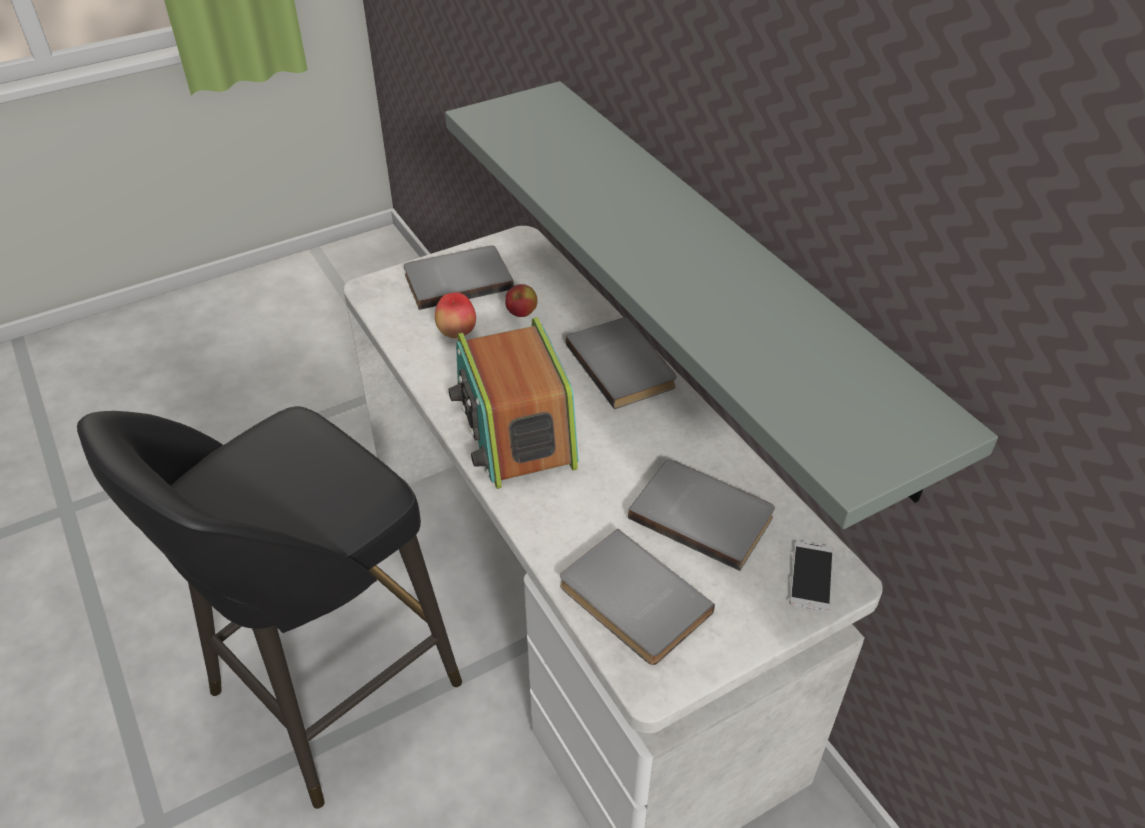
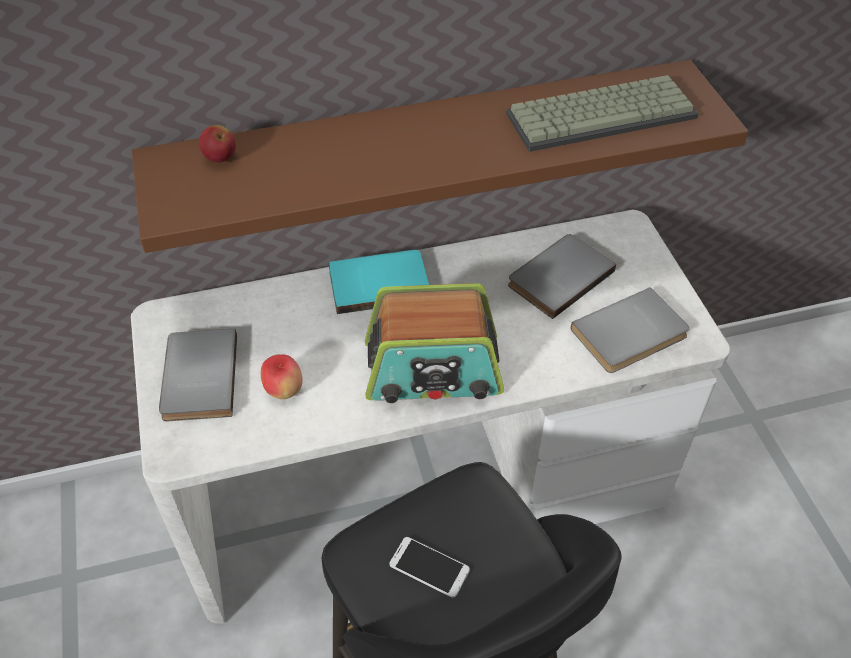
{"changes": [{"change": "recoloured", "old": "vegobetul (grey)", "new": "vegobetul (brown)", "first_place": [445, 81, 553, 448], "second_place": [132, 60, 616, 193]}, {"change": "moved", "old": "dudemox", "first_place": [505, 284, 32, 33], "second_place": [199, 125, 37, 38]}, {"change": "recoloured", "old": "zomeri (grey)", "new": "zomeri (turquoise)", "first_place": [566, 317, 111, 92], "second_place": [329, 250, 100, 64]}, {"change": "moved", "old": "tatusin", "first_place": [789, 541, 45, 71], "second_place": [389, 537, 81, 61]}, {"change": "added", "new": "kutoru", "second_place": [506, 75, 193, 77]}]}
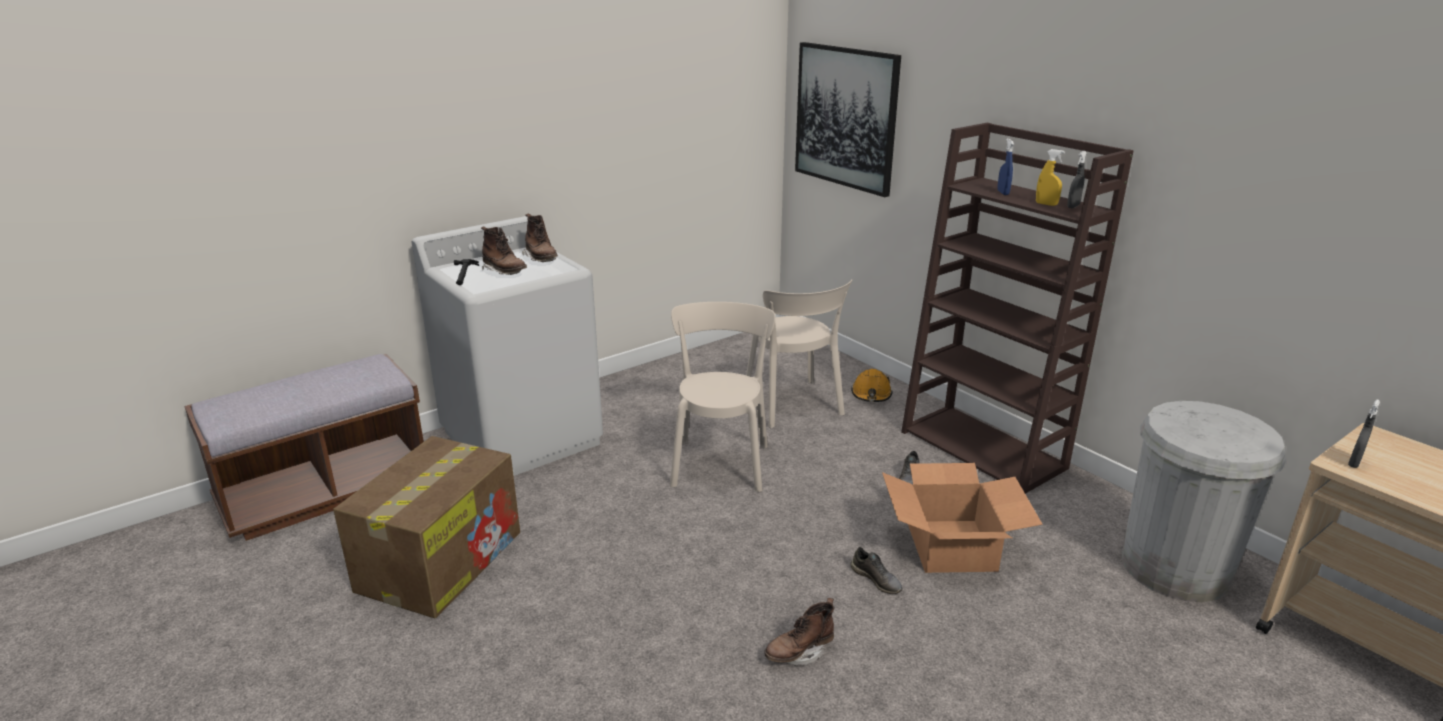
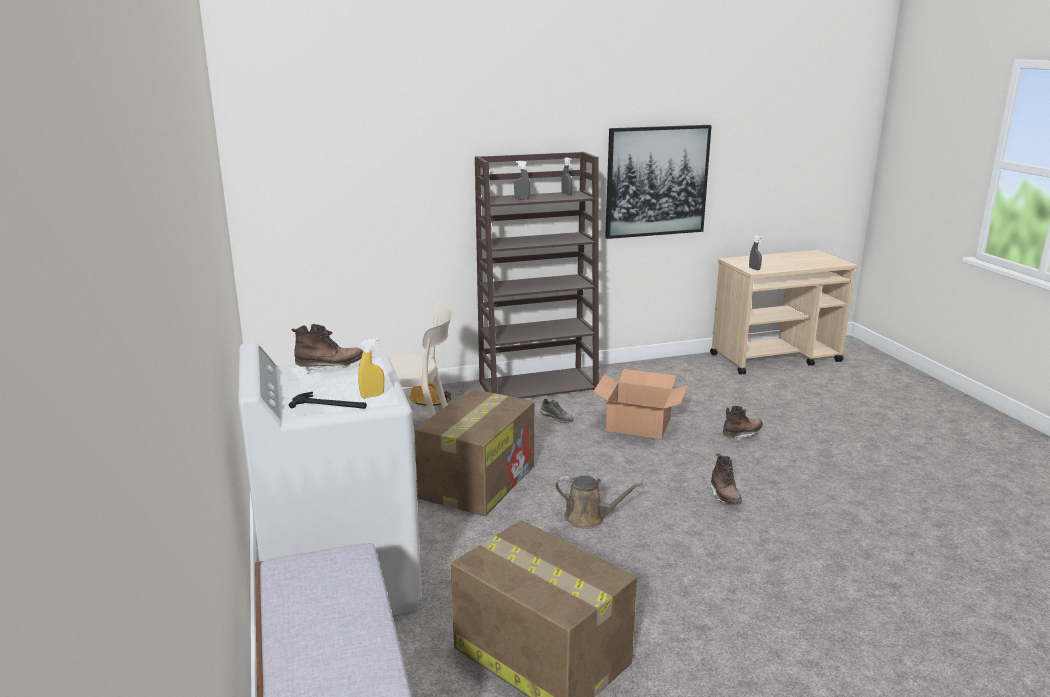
{"changes": [{"change": "moved", "old": "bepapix", "first_place": [795, 42, 106, 155], "second_place": [605, 125, 107, 114]}, {"change": "recoloured", "old": "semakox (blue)", "new": "semakox (grey)", "first_place": [997, 138, 17, 57], "second_place": [514, 161, 16, 39]}, {"change": "moved", "old": "semakox (yellow)", "first_place": [1036, 149, 29, 57], "second_place": [358, 338, 26, 60]}, {"change": "moved", "old": "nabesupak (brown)", "first_place": [481, 227, 46, 48], "second_place": [723, 406, 40, 36]}, {"change": "replaced", "old": "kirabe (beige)", "new": "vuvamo", "first_place": [670, 302, 105, 190], "second_place": [414, 389, 120, 127]}, {"change": "removed", "old": "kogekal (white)", "first_place": [1122, 401, 164, 201]}, {"change": "removed", "old": "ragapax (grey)", "first_place": [851, 547, 51, 47]}, {"change": "added", "new": "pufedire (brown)", "second_place": [555, 475, 87, 54]}]}
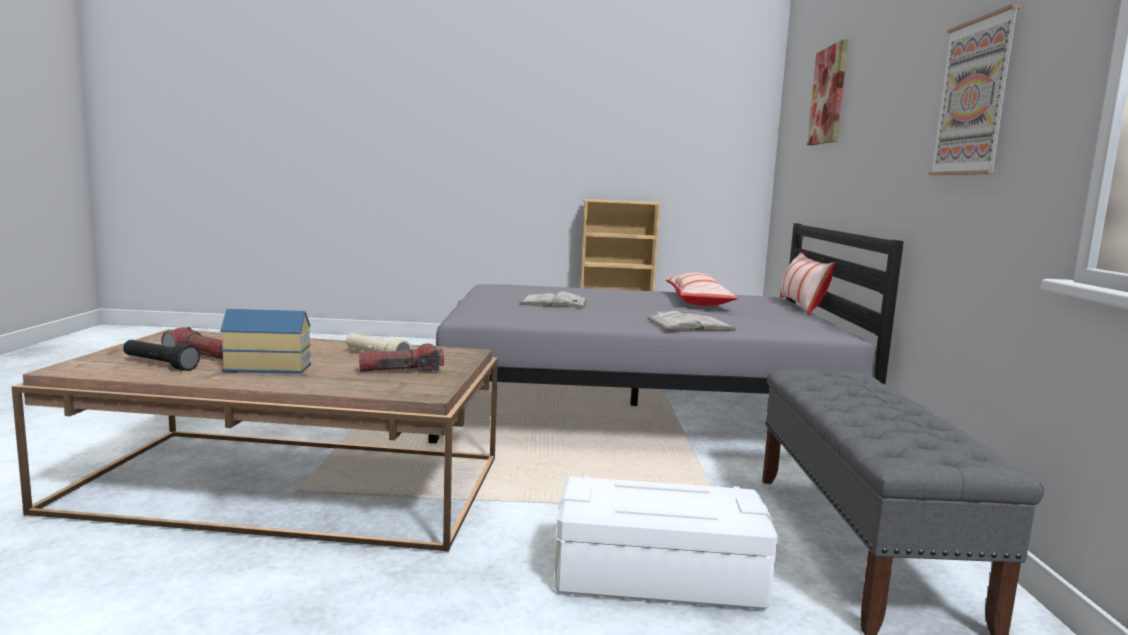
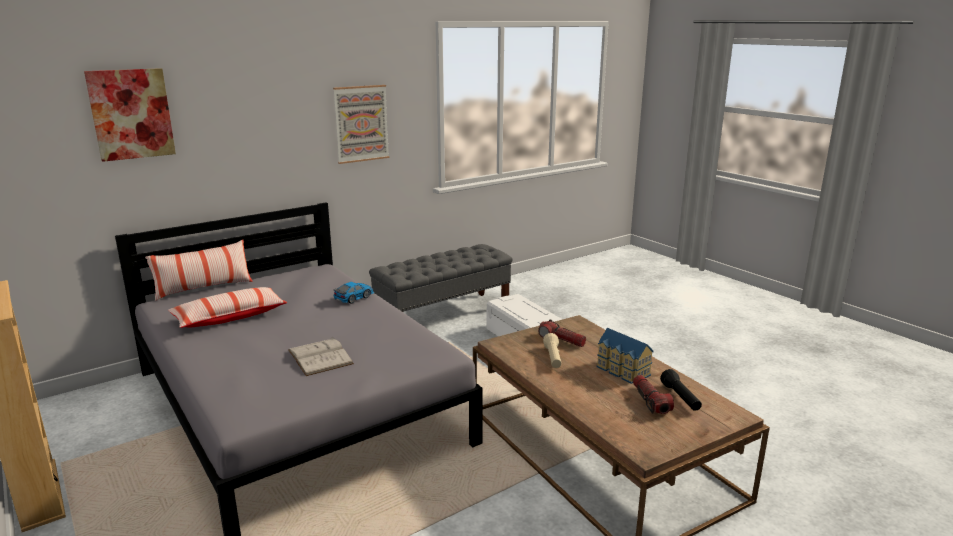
{"changes": [{"change": "replaced", "old": "zomeri (white)", "new": "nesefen", "first_place": [647, 311, 90, 20], "second_place": [333, 282, 42, 22]}]}
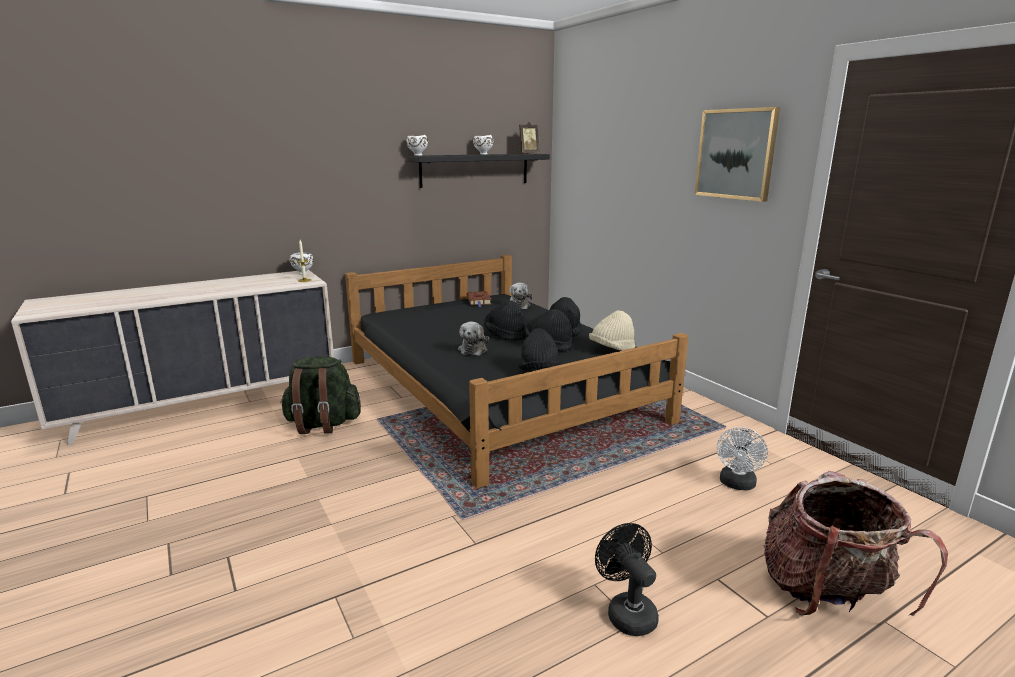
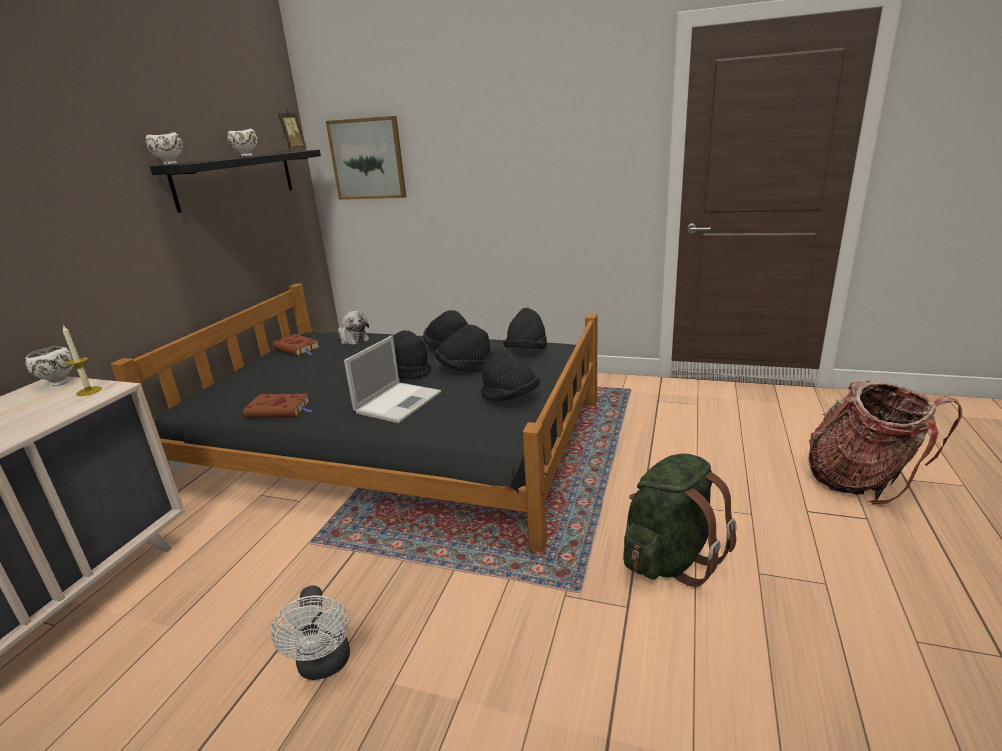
{"changes": [{"change": "moved", "old": "bepapix", "first_place": [695, 107, 85, 95], "second_place": [326, 116, 80, 84]}, {"change": "recoloured", "old": "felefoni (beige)", "new": "felefoni (black)", "first_place": [589, 310, 46, 41], "second_place": [503, 308, 44, 41]}, {"change": "replaced", "old": "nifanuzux", "new": "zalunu", "first_place": [458, 321, 31, 35], "second_place": [344, 335, 97, 88]}, {"change": "moved", "old": "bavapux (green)", "first_place": [280, 356, 81, 78], "second_place": [623, 453, 114, 134]}, {"change": "moved", "old": "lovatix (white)", "first_place": [717, 427, 51, 64], "second_place": [271, 586, 79, 94]}, {"change": "removed", "old": "lovatix (black)", "first_place": [595, 523, 64, 113]}, {"change": "added", "new": "zomeri (brown)", "second_place": [243, 394, 69, 23]}]}
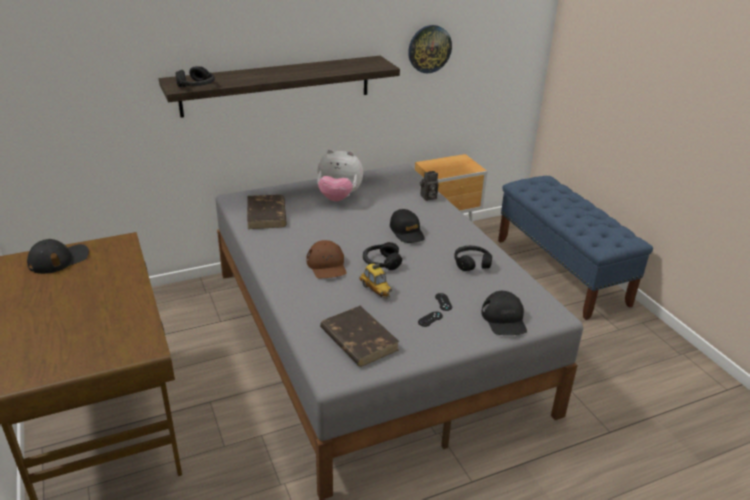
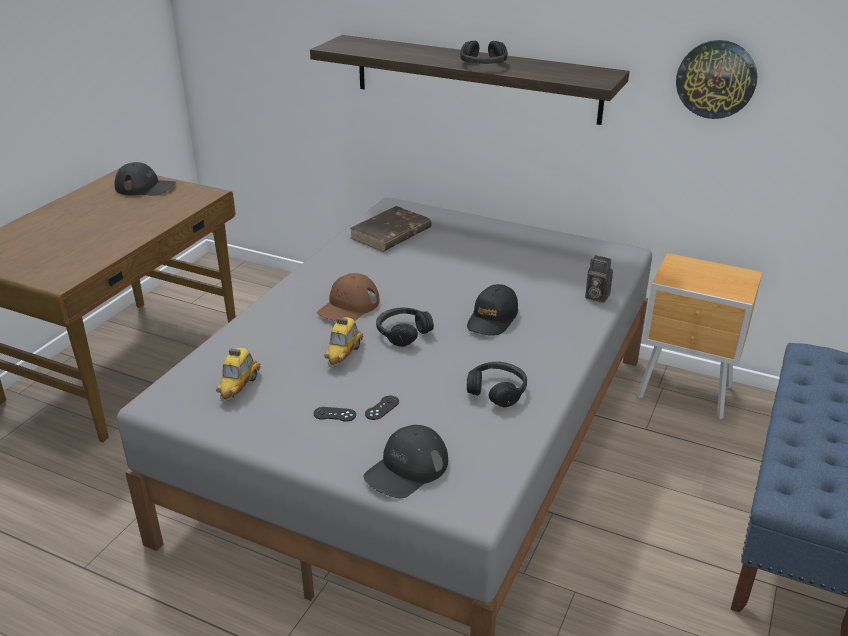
{"changes": [{"change": "moved", "old": "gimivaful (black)", "first_place": [176, 66, 39, 21], "second_place": [460, 41, 48, 23]}, {"change": "removed", "old": "nifanuzux", "first_place": [317, 149, 46, 52]}, {"change": "replaced", "old": "zomeri (brown)", "new": "nesefen", "first_place": [320, 306, 80, 61], "second_place": [216, 348, 45, 54]}]}
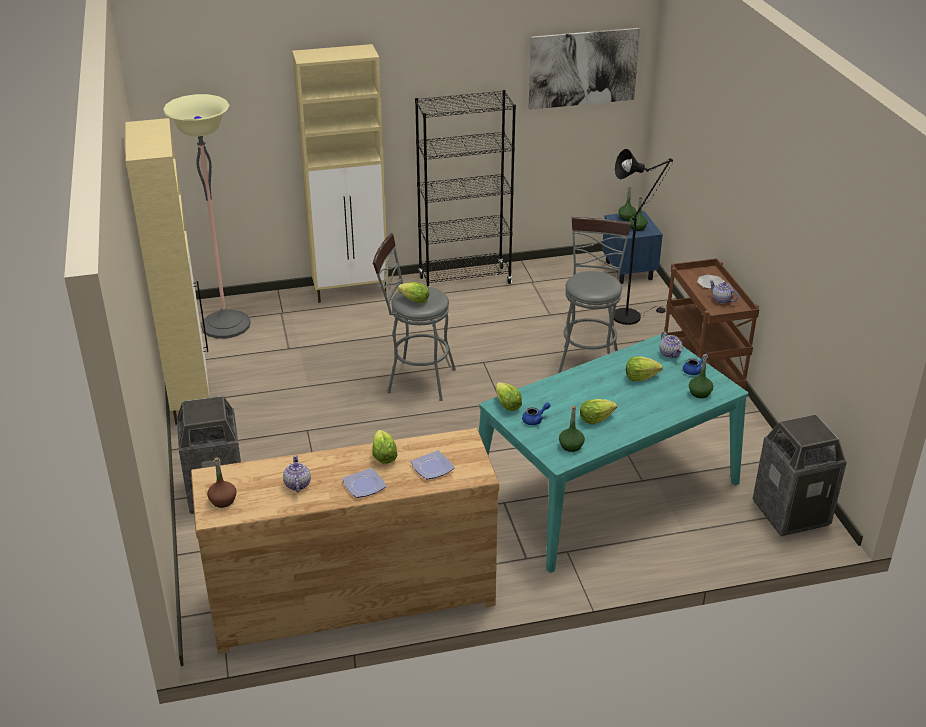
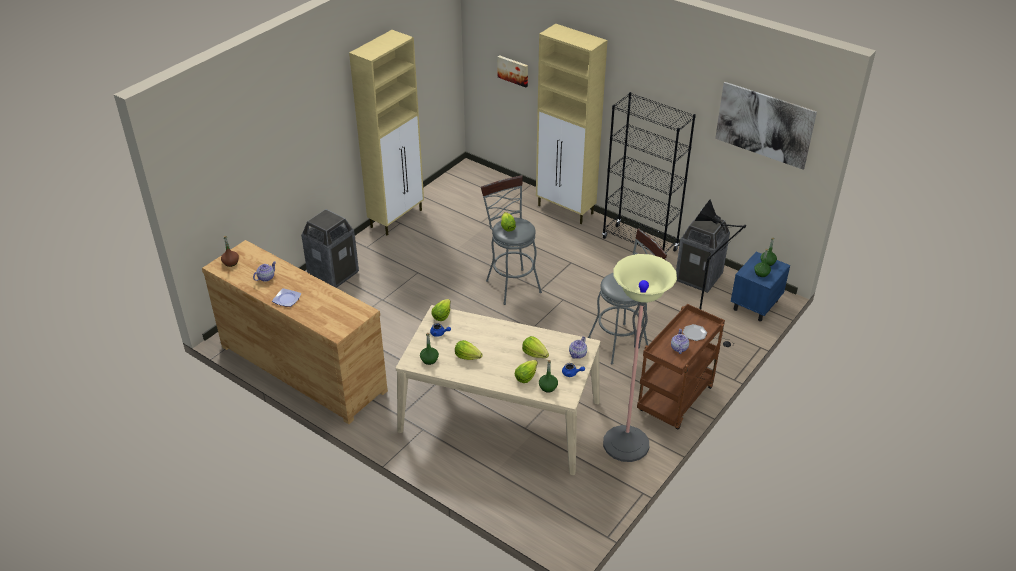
{"changes": [{"change": "moved", "old": "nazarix", "first_place": [163, 94, 88, 245], "second_place": [603, 254, 74, 208]}, {"change": "recoloured", "old": "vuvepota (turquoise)", "new": "vuvepota (beige)", "first_place": [479, 334, 269, 239], "second_place": [396, 305, 205, 170]}, {"change": "moved", "old": "kogekal", "first_place": [753, 414, 94, 122], "second_place": [676, 217, 54, 76]}, {"change": "moved", "old": "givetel", "first_place": [372, 430, 26, 34], "second_place": [515, 360, 23, 23]}, {"change": "removed", "old": "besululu", "first_place": [411, 450, 44, 30]}, {"change": "added", "new": "bepapix", "second_place": [497, 55, 31, 32]}]}
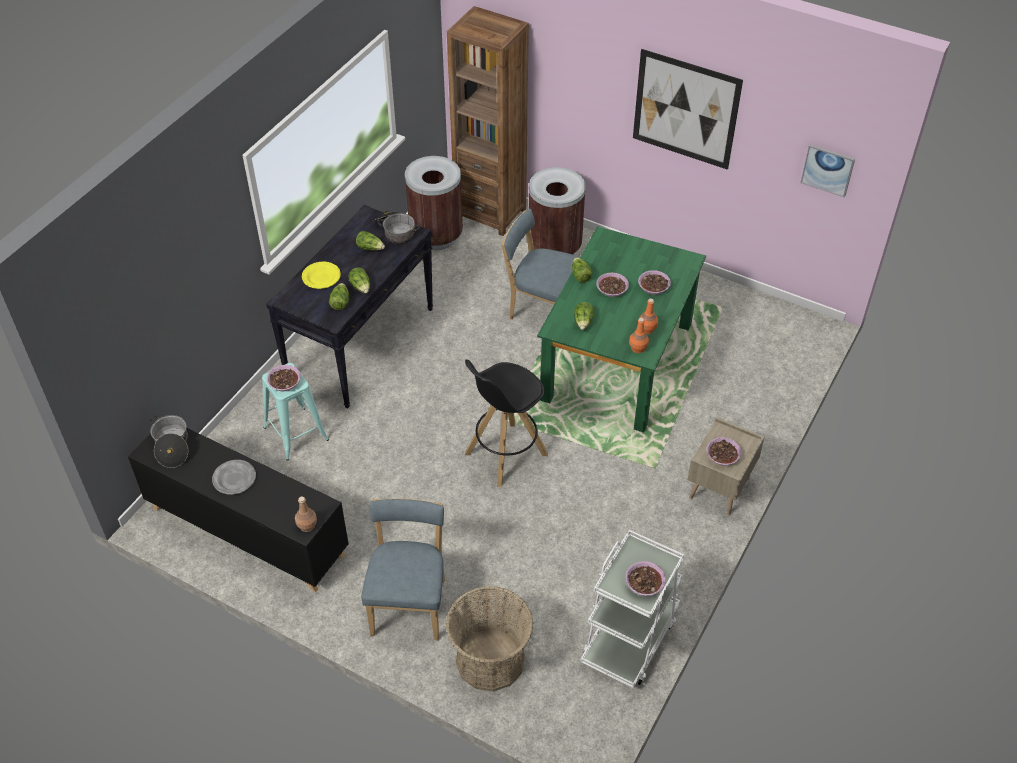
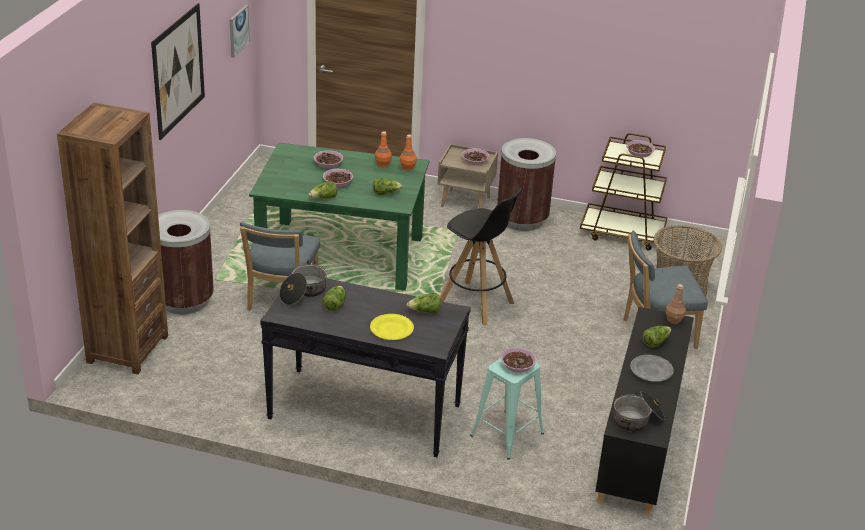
{"changes": [{"change": "moved", "old": "kogekal (brown)", "first_place": [405, 156, 58, 94], "second_place": [497, 138, 59, 93]}, {"change": "moved", "old": "givetel", "first_place": [348, 267, 22, 26], "second_place": [643, 326, 28, 22]}, {"change": "recoloured", "old": "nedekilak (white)", "new": "nedekilak (brown)", "first_place": [580, 530, 104, 158], "second_place": [580, 133, 87, 117]}]}
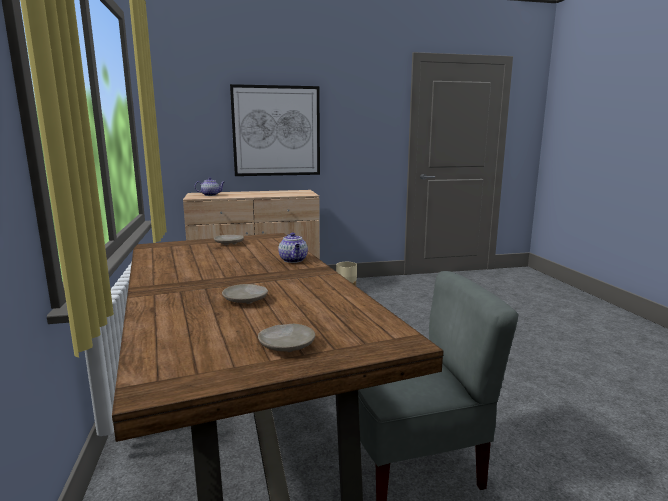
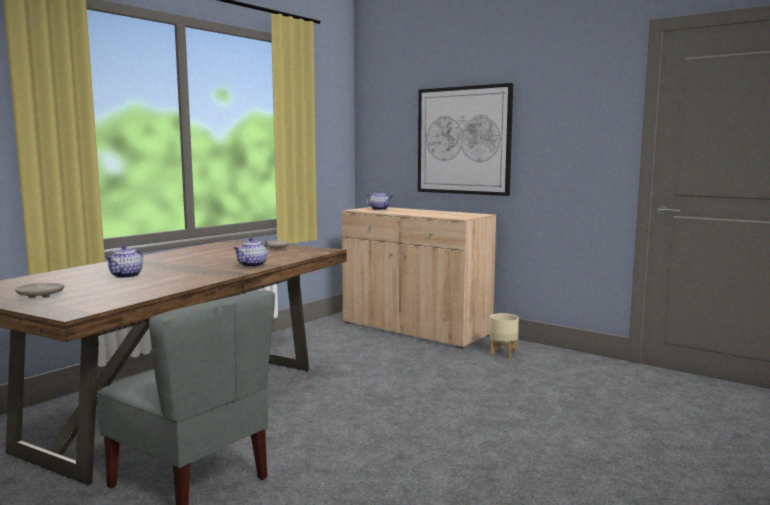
{"changes": [{"change": "replaced", "old": "besululu (beige)", "new": "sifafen", "first_place": [222, 284, 46, 20], "second_place": [106, 245, 37, 33]}]}
